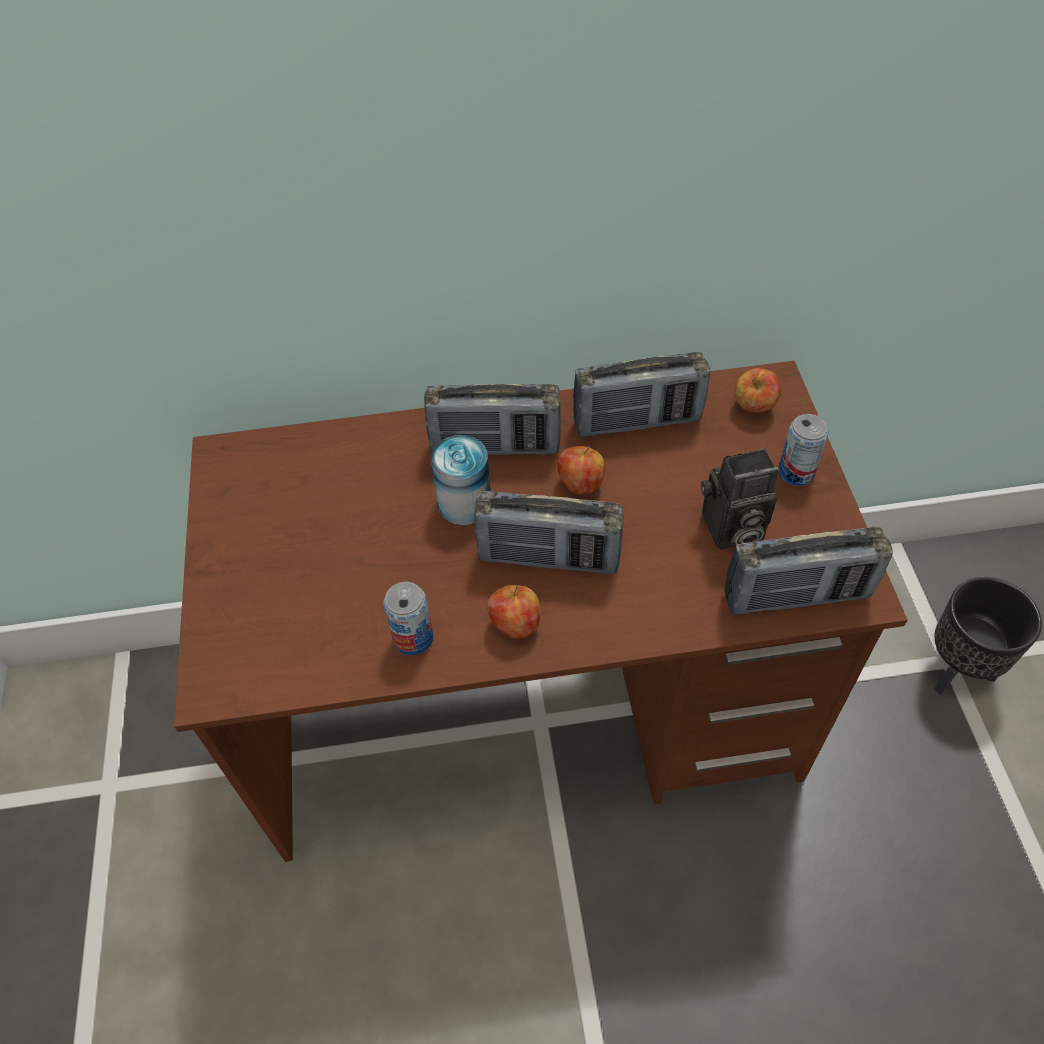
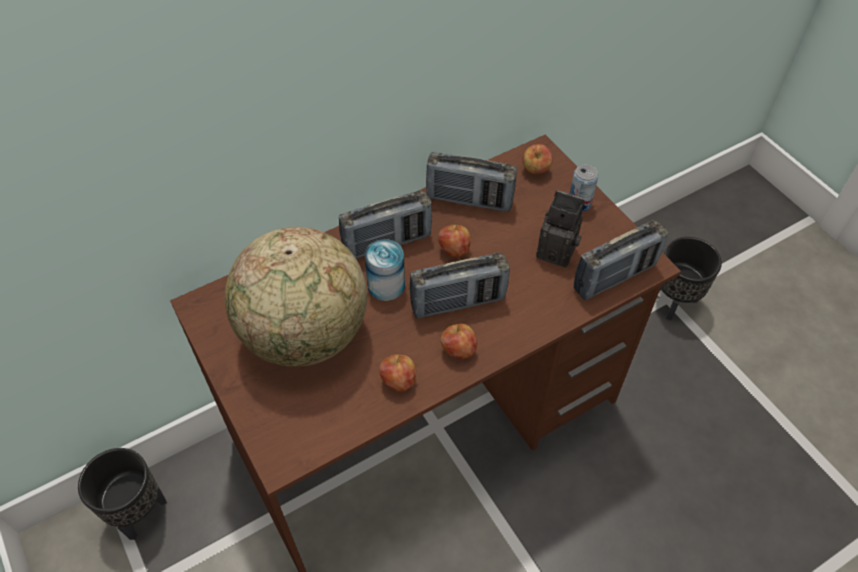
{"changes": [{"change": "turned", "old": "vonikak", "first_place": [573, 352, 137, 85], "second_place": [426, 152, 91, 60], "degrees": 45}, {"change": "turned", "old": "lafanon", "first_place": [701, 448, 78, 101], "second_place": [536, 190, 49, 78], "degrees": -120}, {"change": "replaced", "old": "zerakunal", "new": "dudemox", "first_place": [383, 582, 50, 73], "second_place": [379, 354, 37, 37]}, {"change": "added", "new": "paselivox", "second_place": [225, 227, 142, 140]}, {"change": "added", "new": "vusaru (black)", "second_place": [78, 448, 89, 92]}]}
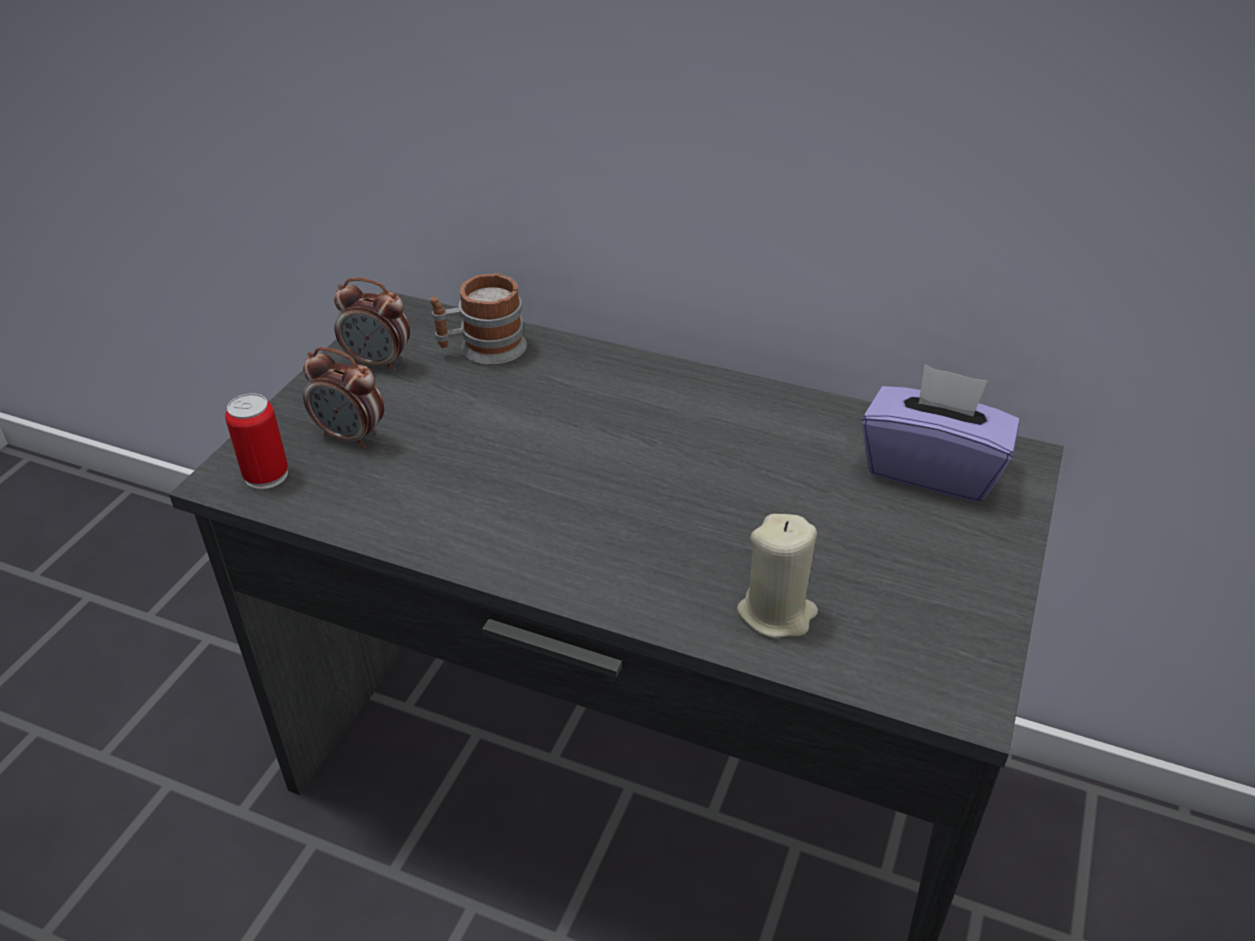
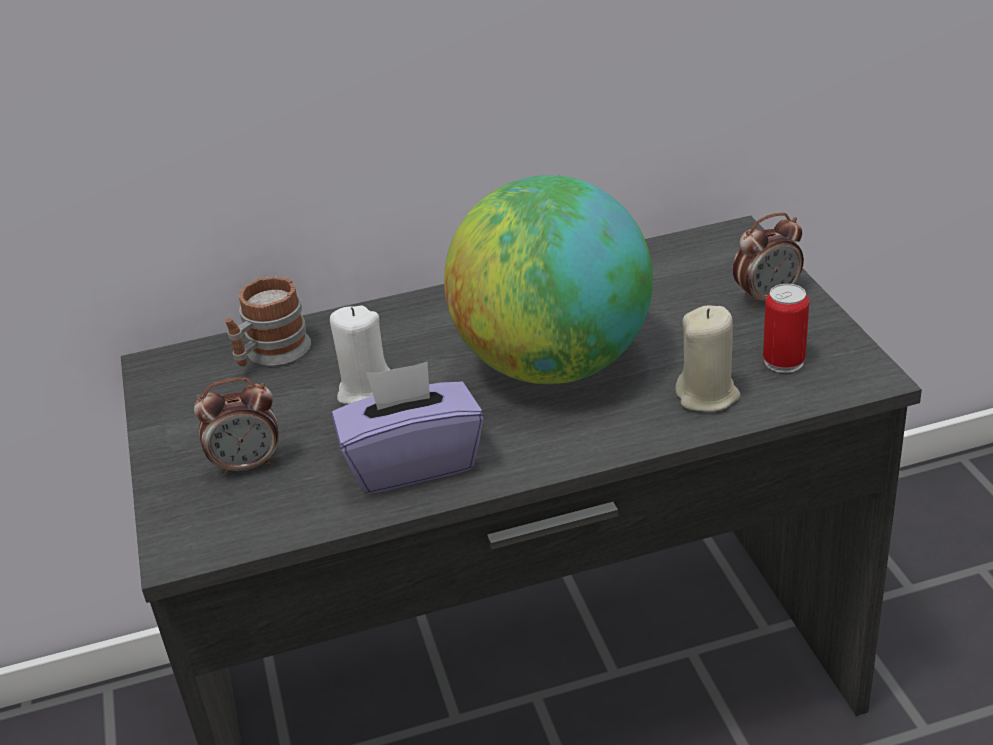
{"changes": [{"change": "moved", "old": "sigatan", "first_place": [334, 278, 76, 93], "second_place": [733, 213, 71, 94]}, {"change": "moved", "old": "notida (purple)", "first_place": [862, 364, 158, 138], "second_place": [332, 362, 152, 132]}, {"change": "moved", "old": "zerakunal", "first_place": [225, 393, 63, 96], "second_place": [763, 284, 46, 89]}, {"change": "added", "new": "paselivox", "second_place": [444, 175, 209, 209]}, {"change": "added", "new": "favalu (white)", "second_place": [330, 306, 60, 98]}]}
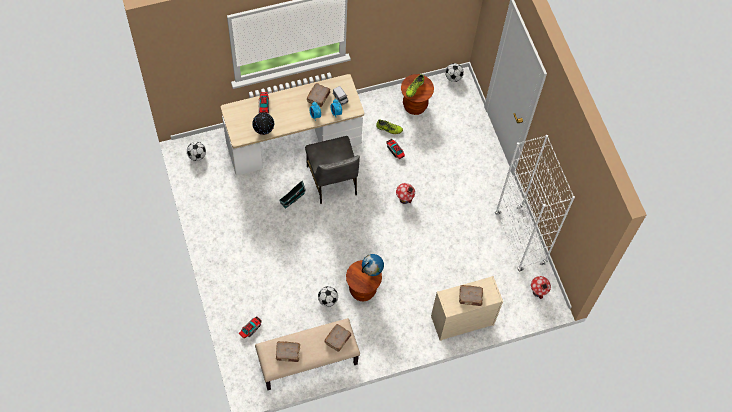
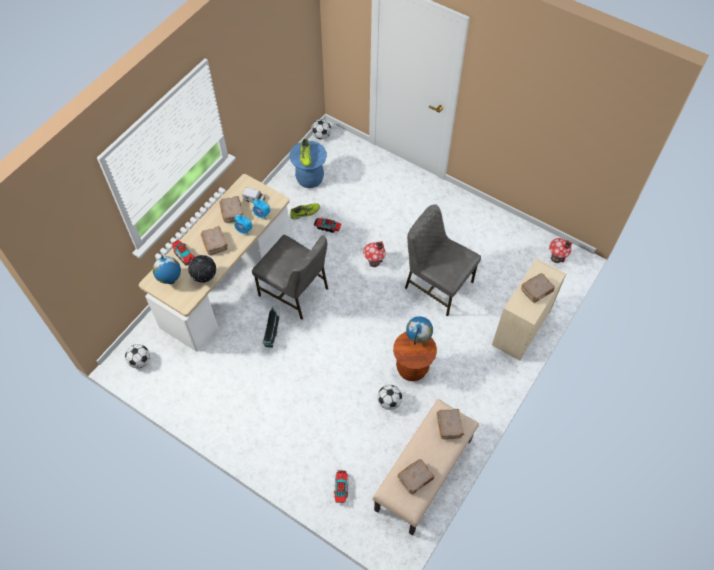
{"changes": [{"change": "recoloured", "old": "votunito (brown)", "new": "votunito (blue)", "first_place": [401, 74, 33, 41], "second_place": [289, 141, 38, 47]}, {"change": "removed", "old": "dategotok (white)", "first_place": [495, 135, 80, 137]}, {"change": "added", "new": "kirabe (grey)", "second_place": [405, 204, 76, 112]}, {"change": "added", "new": "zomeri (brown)", "second_place": [201, 226, 27, 29]}, {"change": "added", "new": "paselivox", "second_place": [153, 255, 28, 29]}]}
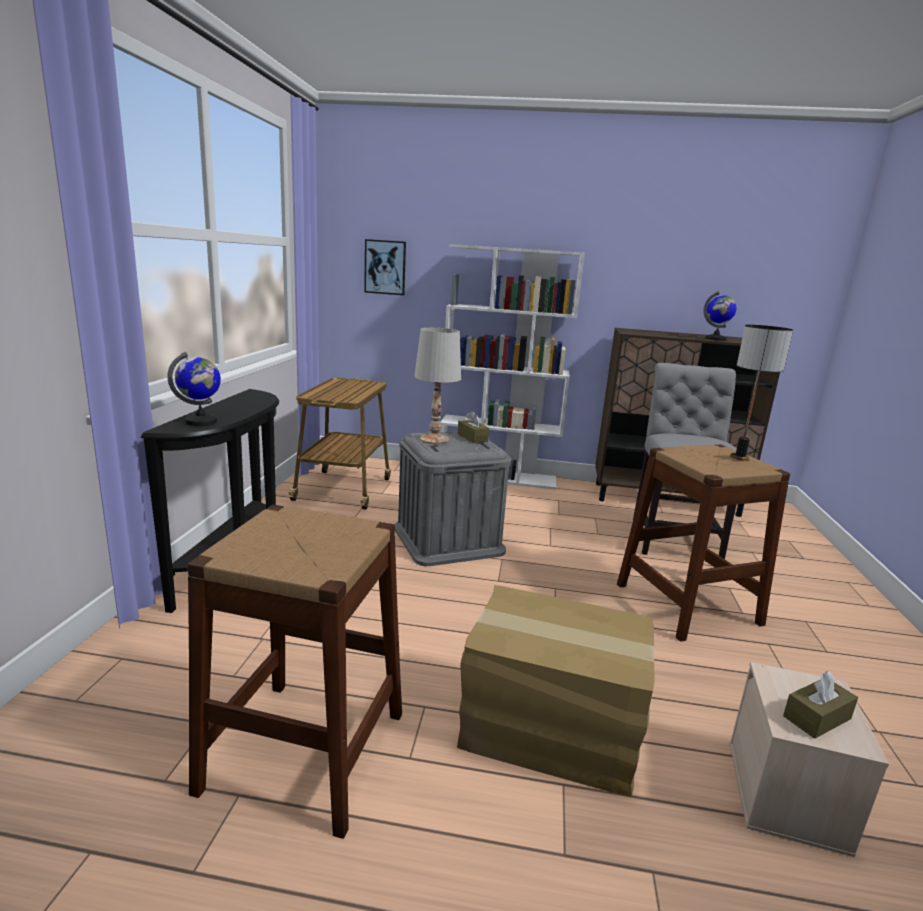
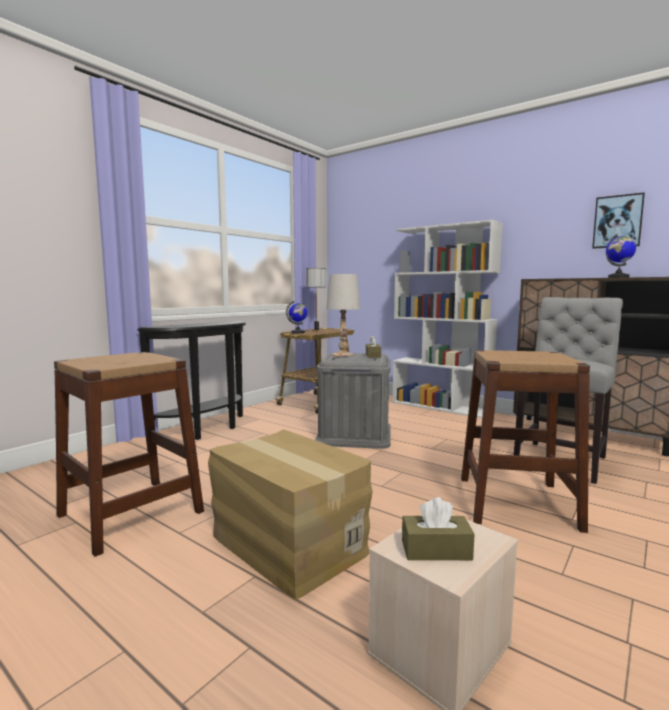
{"changes": [{"change": "moved", "old": "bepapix", "first_place": [364, 239, 42, 56], "second_place": [592, 192, 53, 57]}, {"change": "moved", "old": "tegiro", "first_place": [730, 325, 63, 136], "second_place": [306, 268, 20, 63]}, {"change": "moved", "old": "paselivox", "first_place": [167, 352, 54, 74], "second_place": [286, 300, 21, 33]}]}
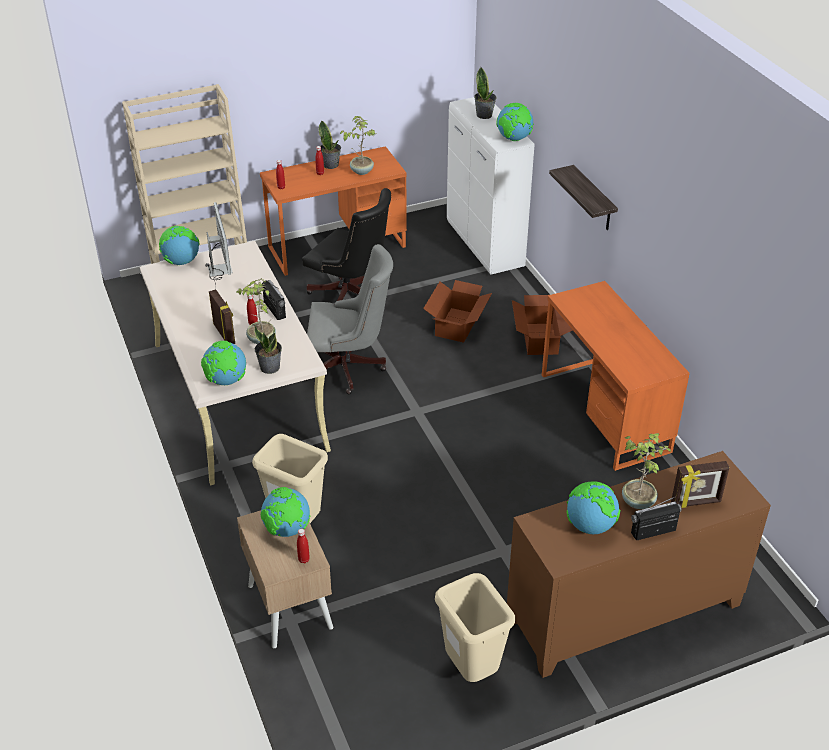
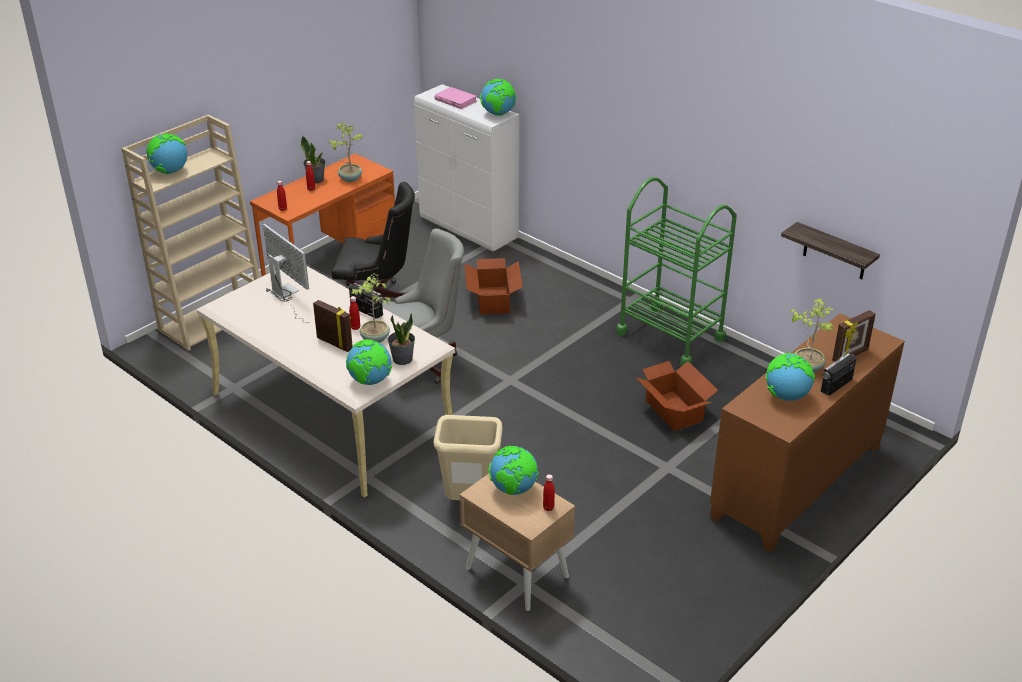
{"changes": [{"change": "replaced", "old": "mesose", "new": "zomeri (pink)", "first_place": [474, 67, 22, 52], "second_place": [435, 87, 42, 22]}, {"change": "moved", "old": "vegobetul", "first_place": [549, 165, 69, 65], "second_place": [781, 222, 99, 57]}, {"change": "moved", "old": "paselivox", "first_place": [159, 226, 40, 39], "second_place": [146, 133, 41, 41]}, {"change": "replaced", "old": "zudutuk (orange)", "new": "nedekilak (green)", "first_place": [542, 281, 148, 190], "second_place": [616, 177, 121, 189]}, {"change": "moved", "old": "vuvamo", "first_place": [512, 295, 61, 60], "second_place": [637, 361, 81, 70]}, {"change": "removed", "old": "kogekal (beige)", "first_place": [435, 573, 80, 109]}]}
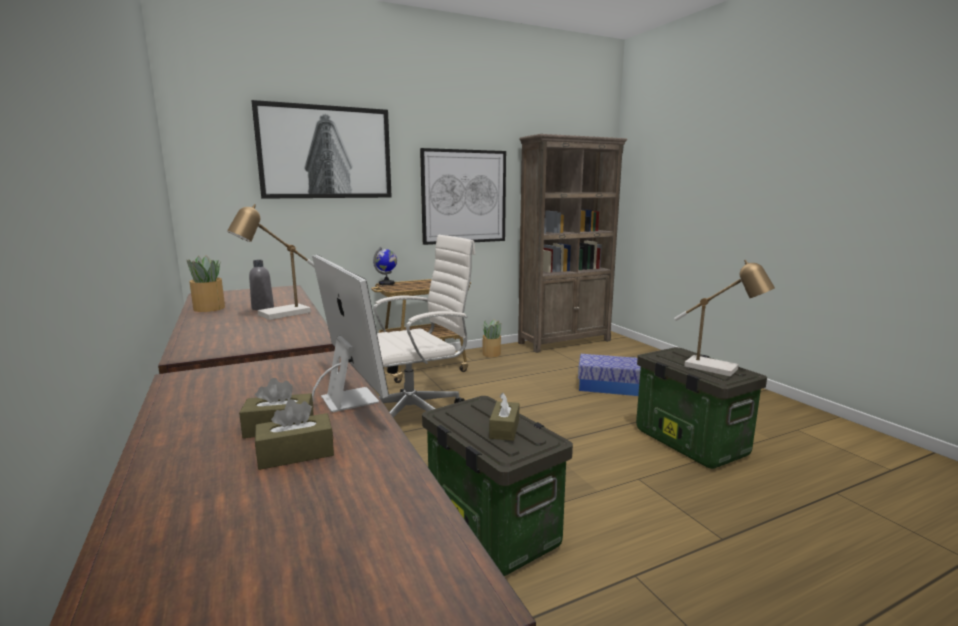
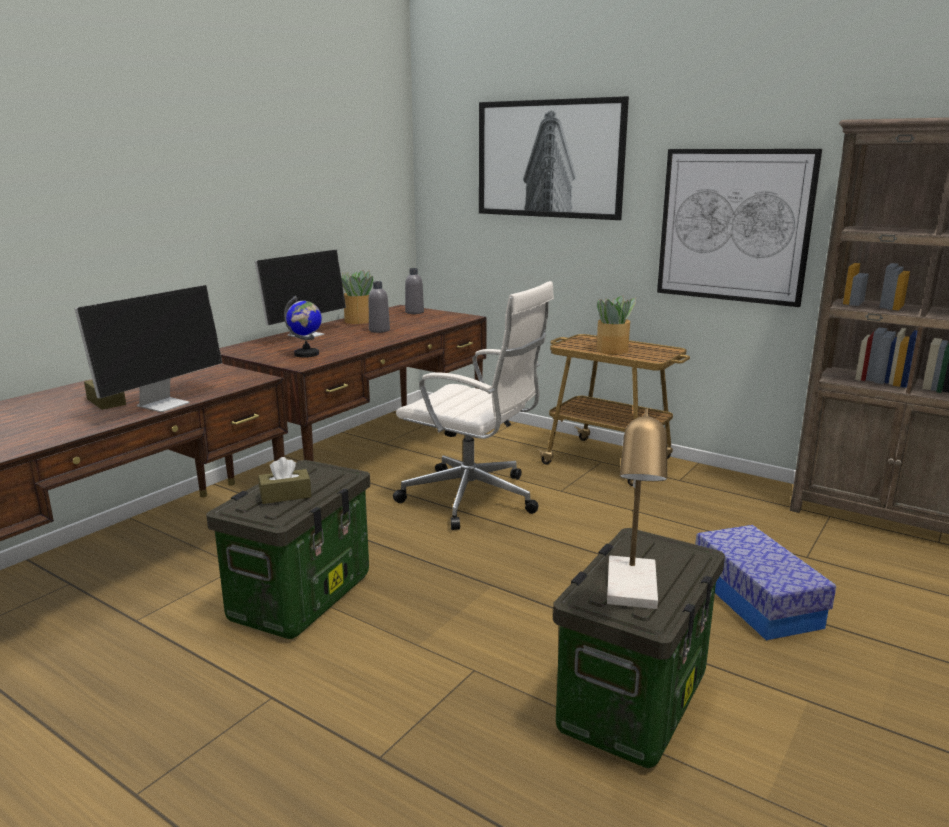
{"changes": [{"change": "removed", "old": "tegiro", "first_place": [227, 204, 88, 116]}, {"change": "moved", "old": "paselivox", "first_place": [373, 247, 24, 38], "second_place": [284, 296, 38, 62]}, {"change": "moved", "old": "mesose", "first_place": [482, 319, 20, 38], "second_place": [596, 296, 40, 58]}, {"change": "removed", "old": "notida (brown)", "first_place": [255, 399, 79, 71]}, {"change": "added", "new": "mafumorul", "second_place": [255, 250, 91, 88]}, {"change": "added", "new": "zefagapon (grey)", "second_place": [405, 268, 19, 46]}]}
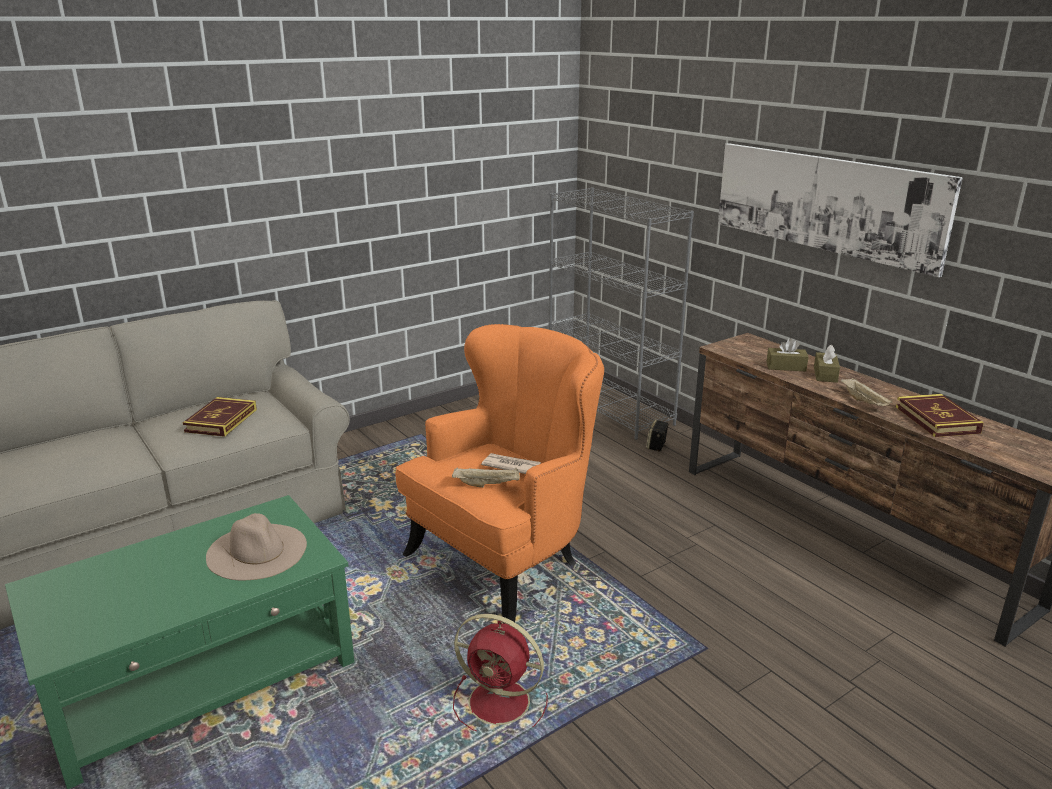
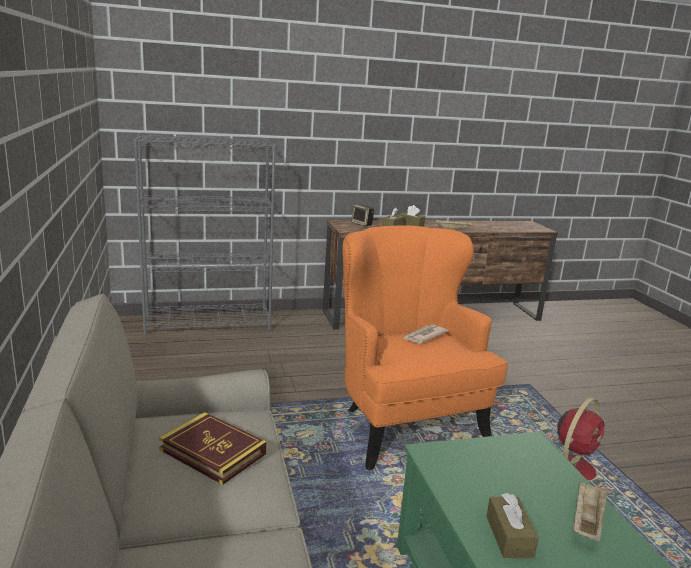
{"changes": [{"change": "removed", "old": "bepapix", "first_place": [718, 143, 245, 134]}, {"change": "removed", "old": "zomeri", "first_place": [896, 394, 88, 43]}, {"change": "moved", "old": "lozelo", "first_place": [646, 419, 23, 33], "second_place": [351, 204, 23, 23]}, {"change": "moved", "old": "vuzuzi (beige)", "first_place": [452, 467, 68, 20], "second_place": [573, 481, 35, 60]}, {"change": "removed", "old": "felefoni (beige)", "first_place": [206, 513, 101, 67]}, {"change": "added", "new": "notida (brown)", "second_place": [486, 493, 53, 65]}]}
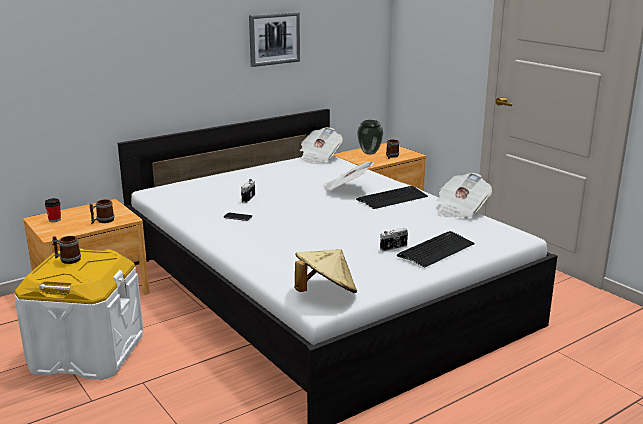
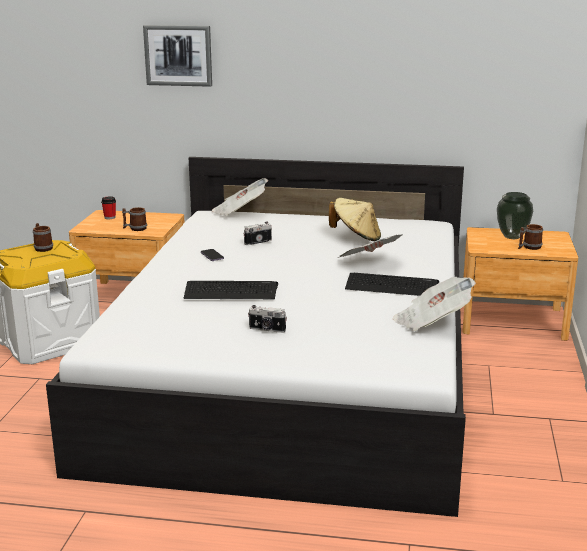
{"changes": [{"change": "moved", "old": "bepapix", "first_place": [249, 12, 51, 55], "second_place": [143, 25, 69, 62]}, {"change": "moved", "old": "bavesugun", "first_place": [300, 127, 43, 36], "second_place": [212, 178, 56, 38]}, {"change": "moved", "old": "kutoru", "first_place": [397, 231, 78, 36], "second_place": [184, 281, 94, 18]}, {"change": "moved", "old": "felefoni (beige)", "first_place": [295, 249, 62, 44], "second_place": [329, 198, 52, 43]}]}
